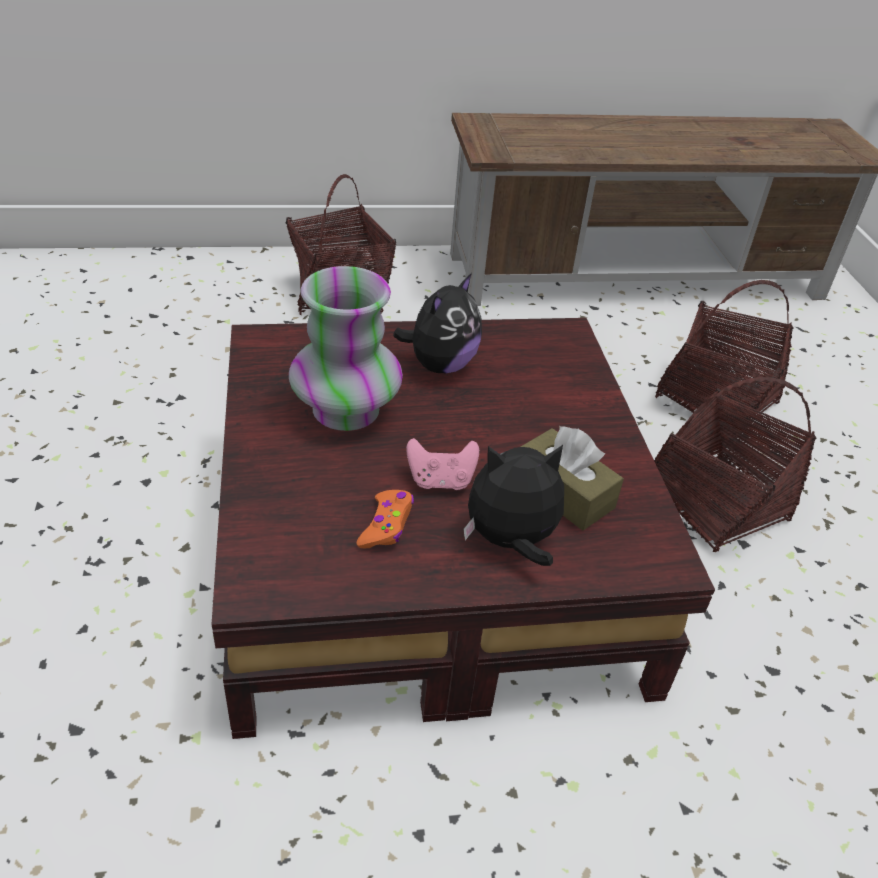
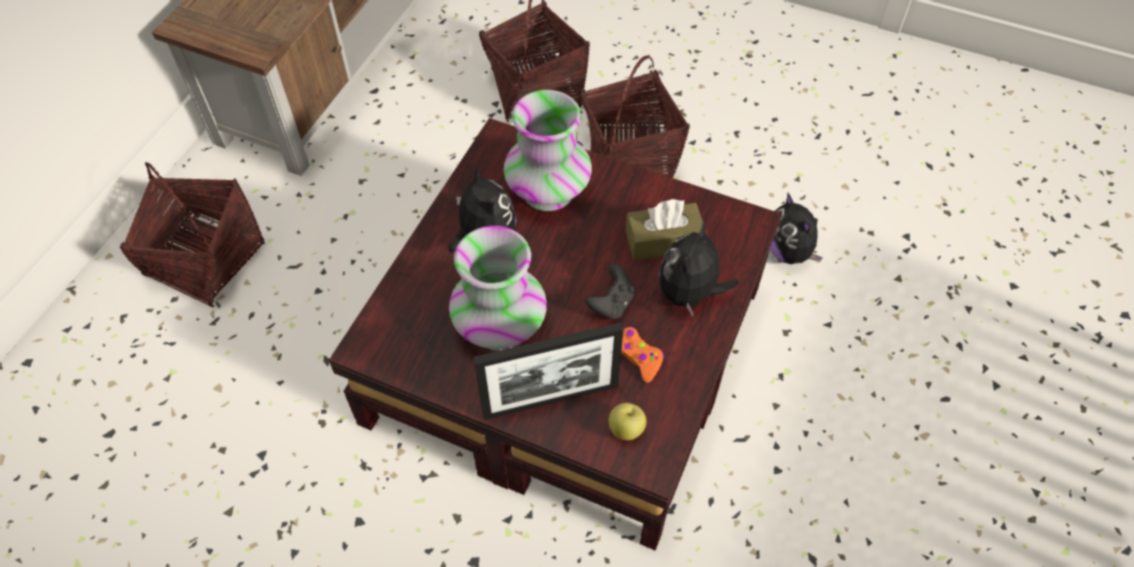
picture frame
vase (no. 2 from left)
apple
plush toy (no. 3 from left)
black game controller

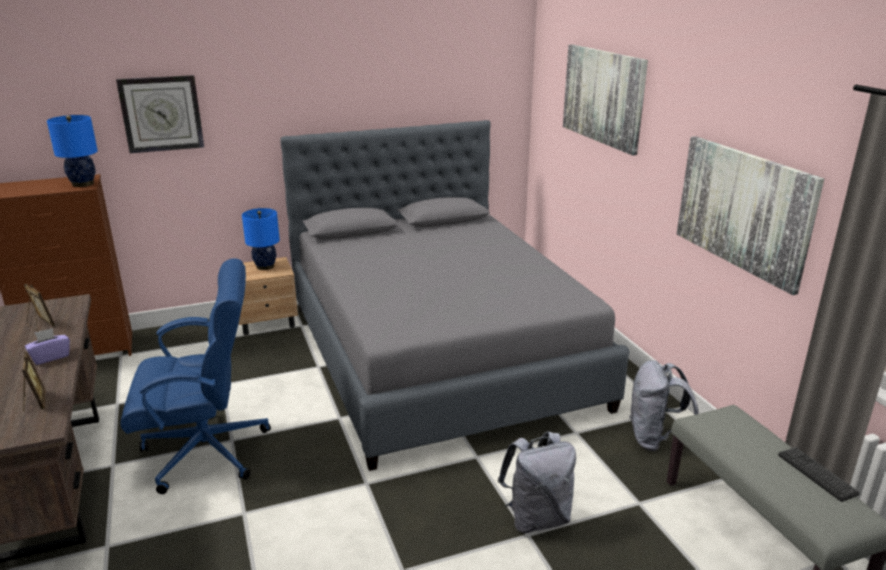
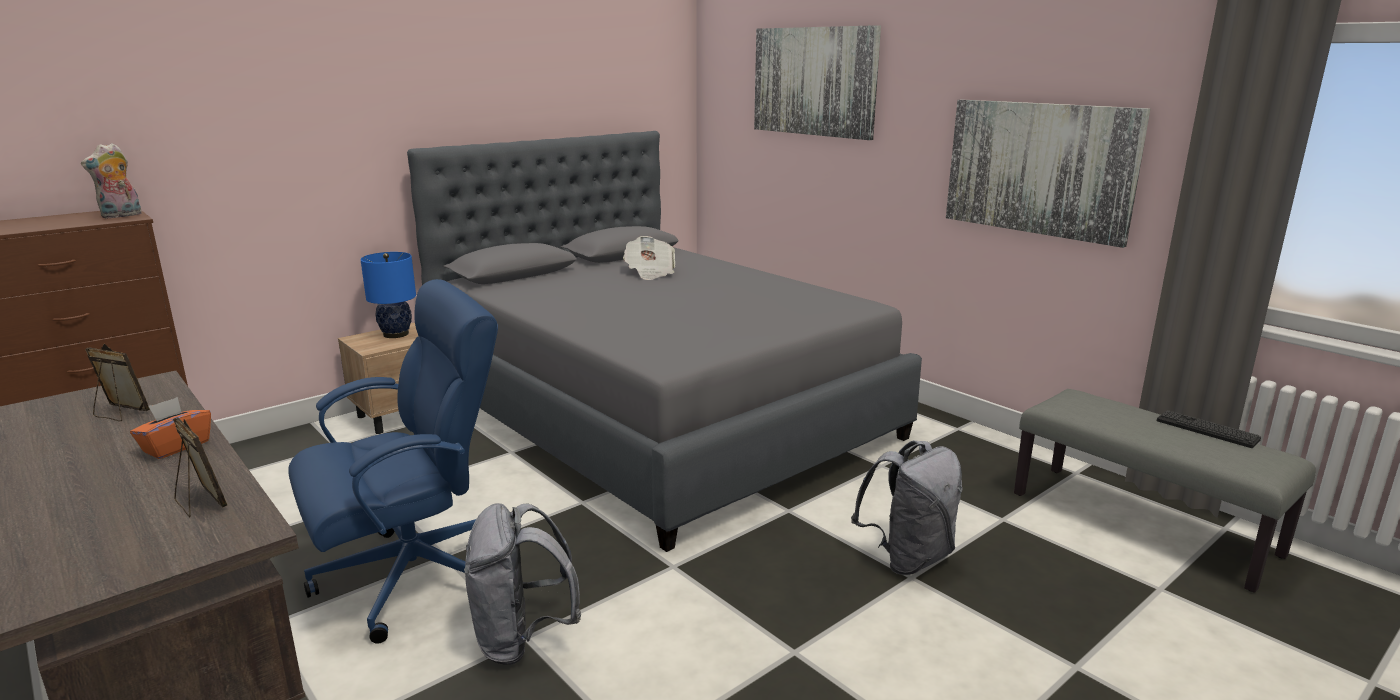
wall clock
newspaper
grey backpack (no. 1 from left)
plush toy
orange tissue box

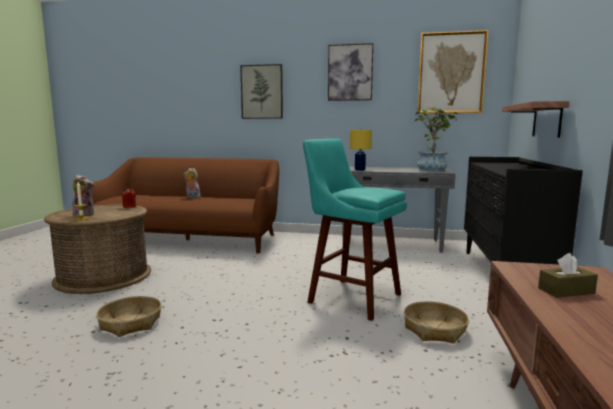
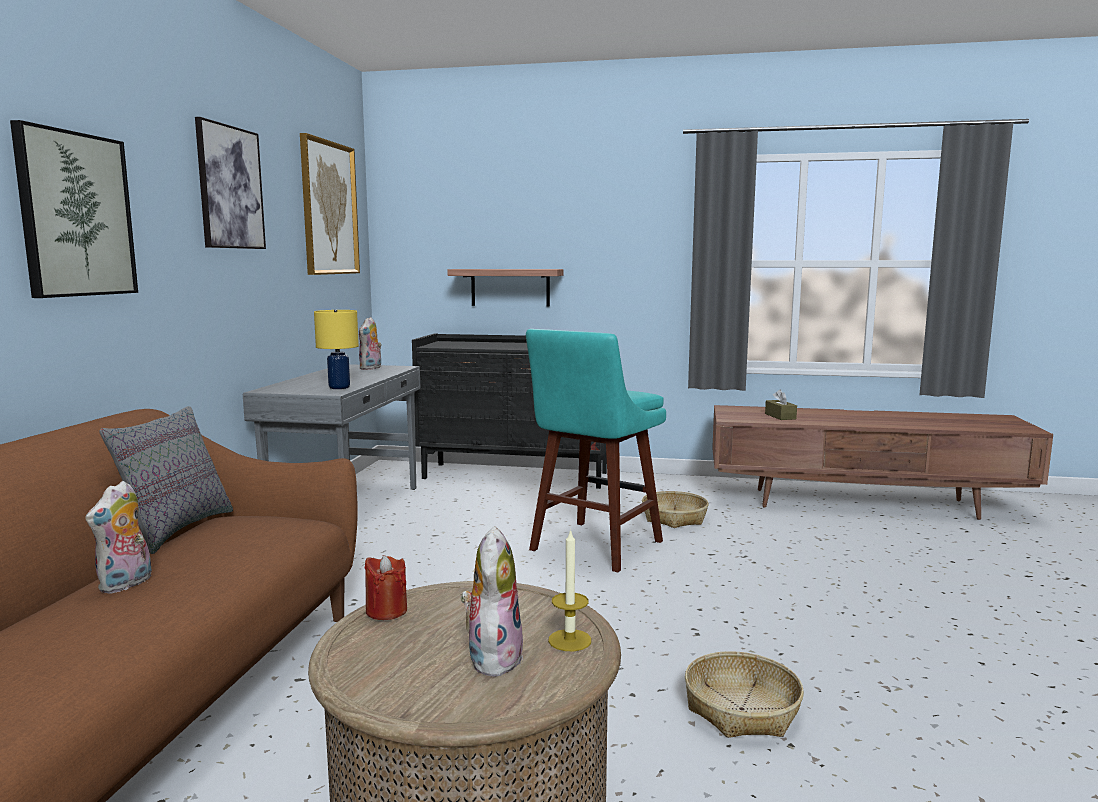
grey pillow
plush toy (no. 2 from left)

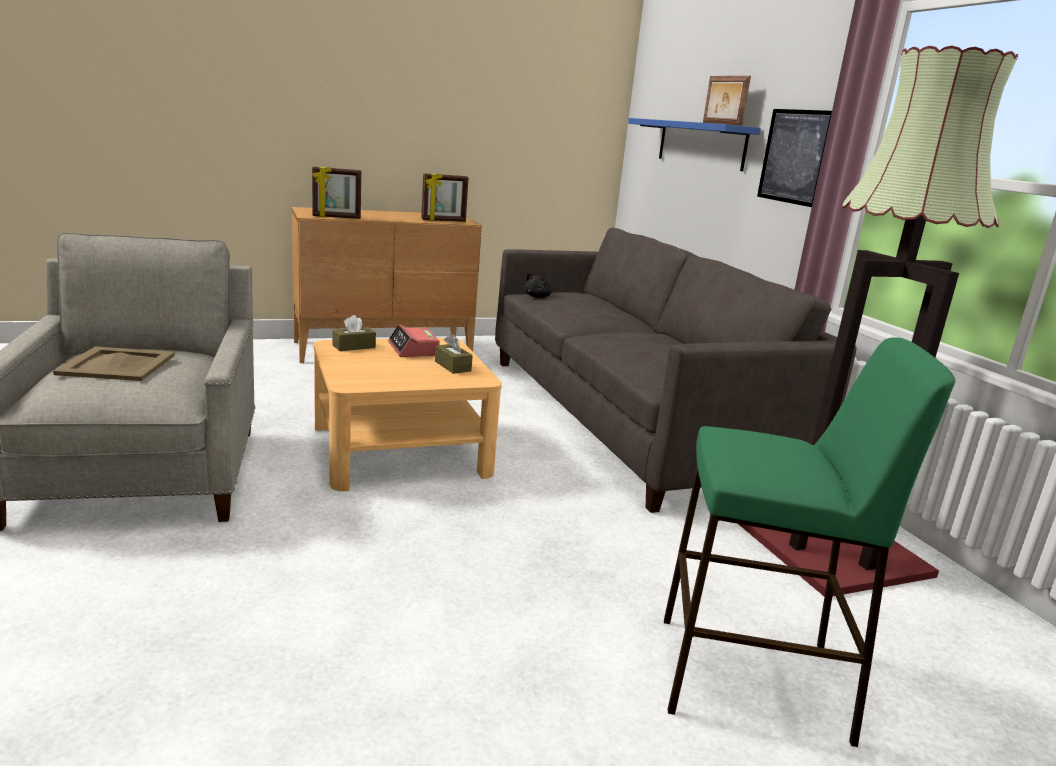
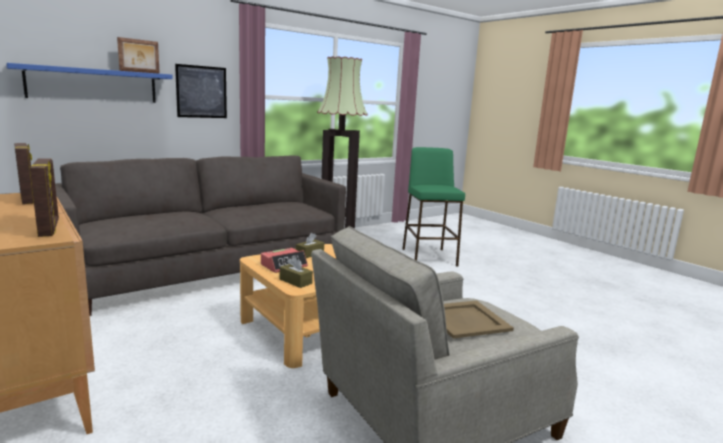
black plush toy

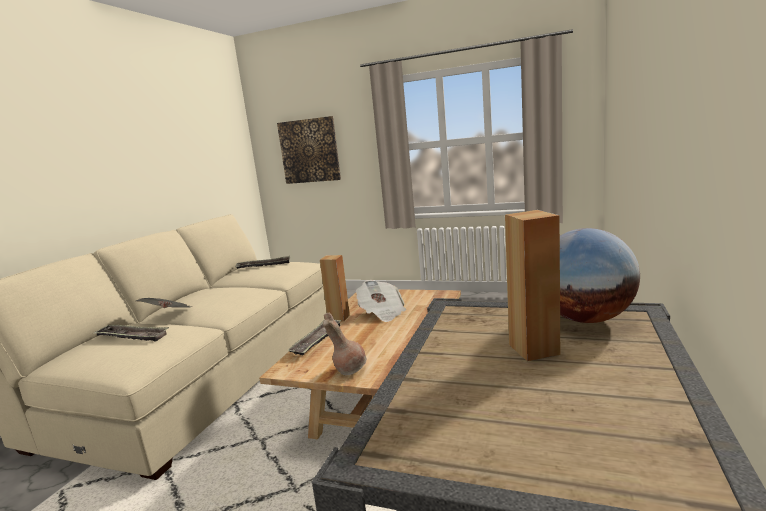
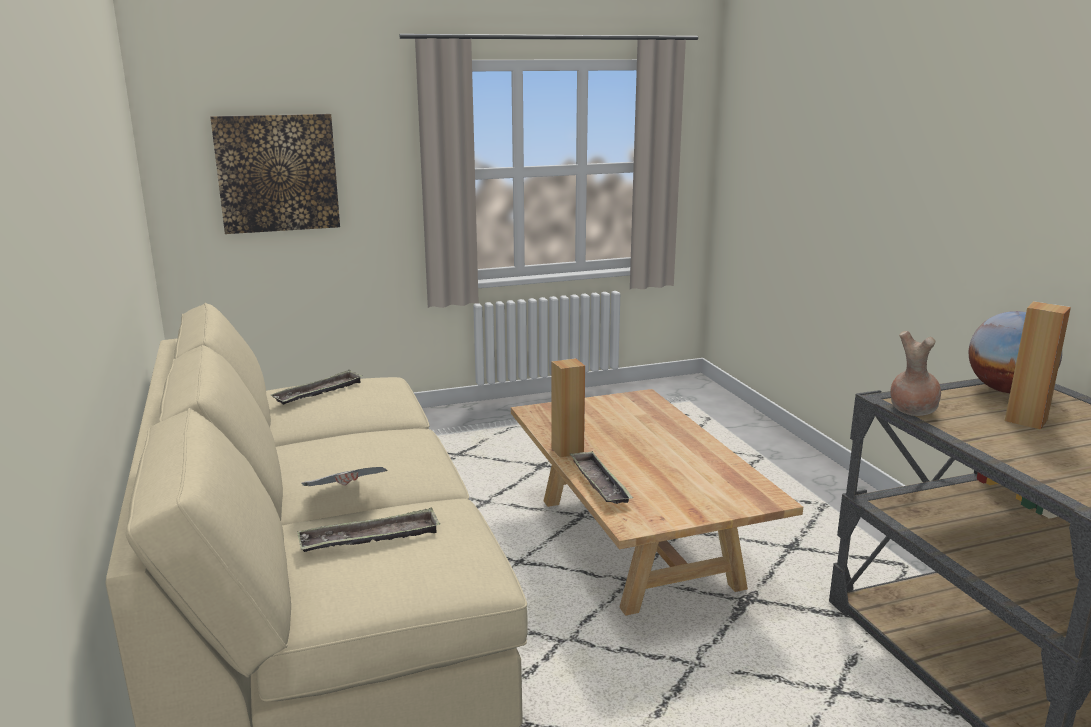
newspaper (no. 2 from left in the first image)
brown vase

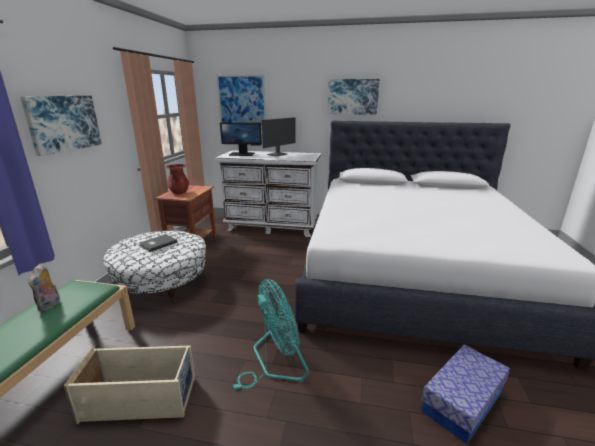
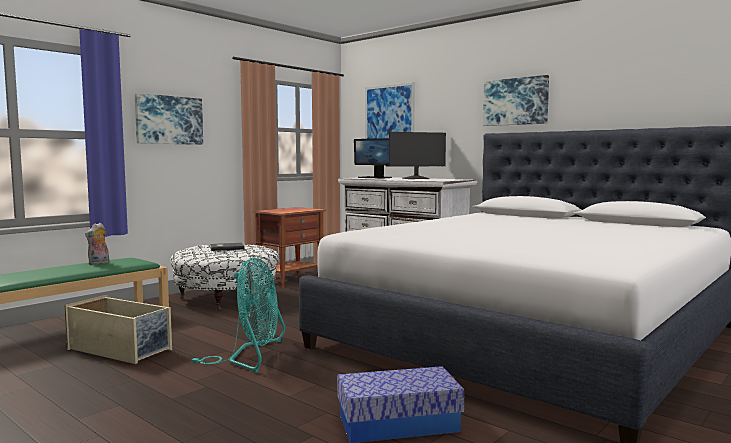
red vase

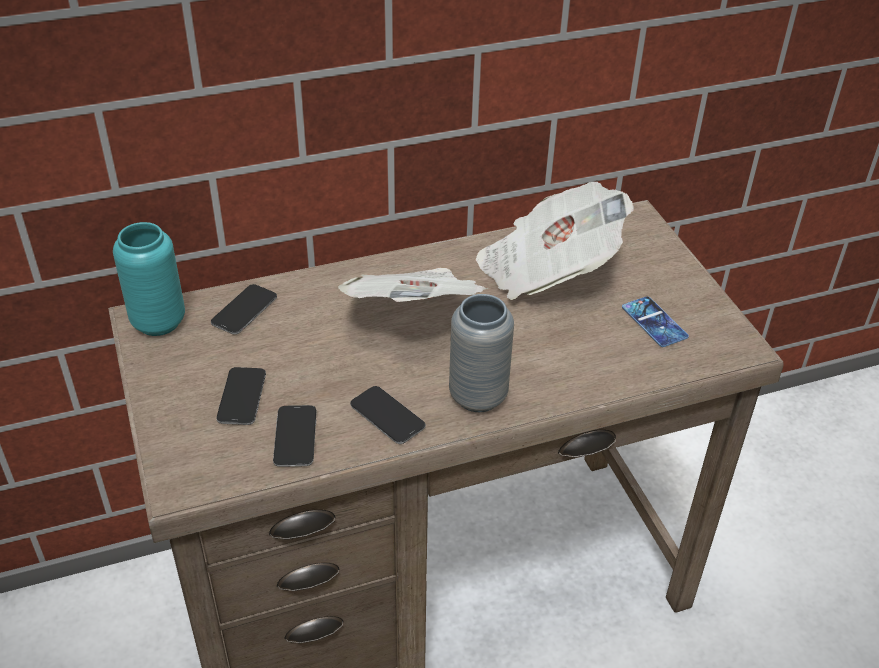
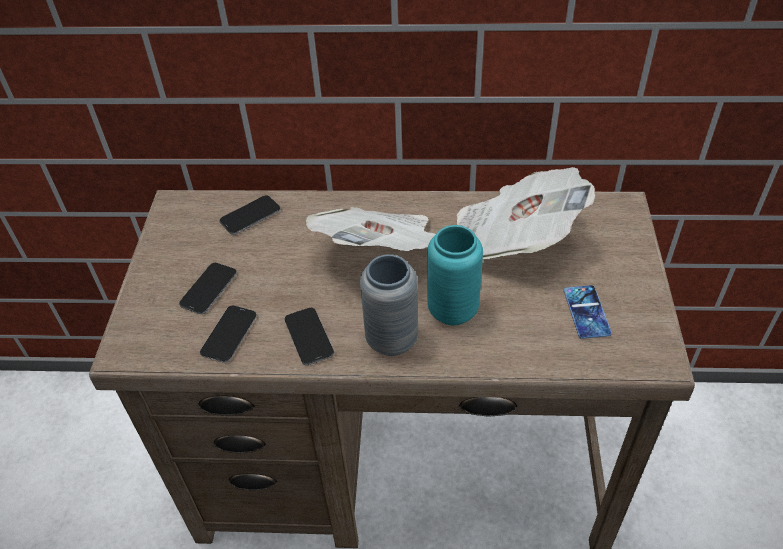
turquoise vase

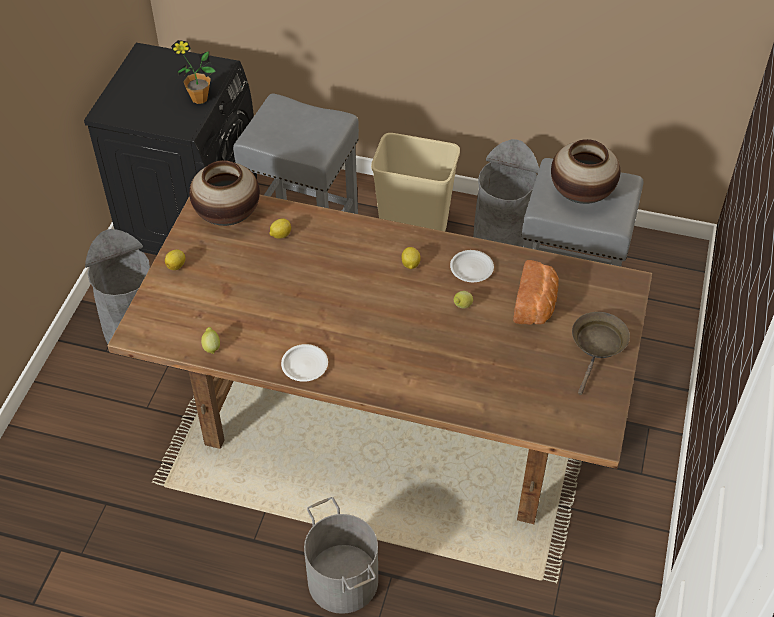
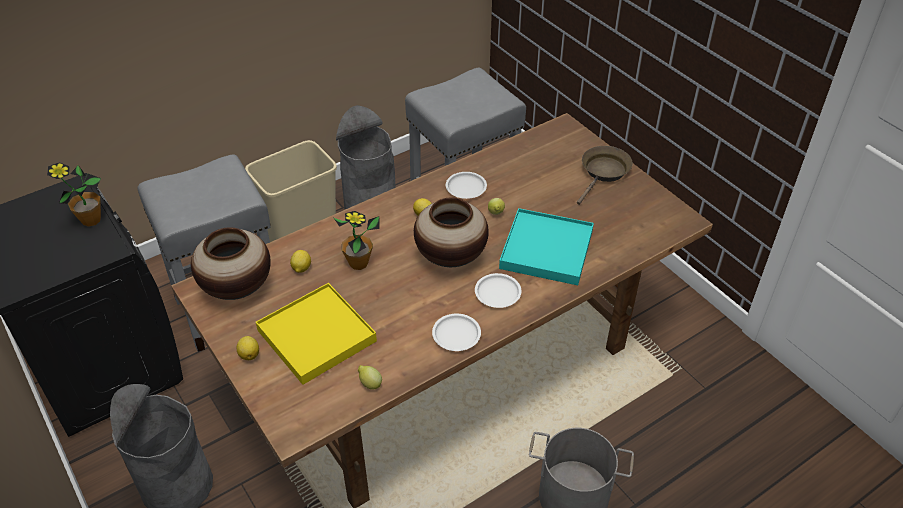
bread
yellow tray
potted plant (no. 2 from left)
white plate (no. 3 from left)
turquoise tray
vase (no. 2 from left)
brown frying pan

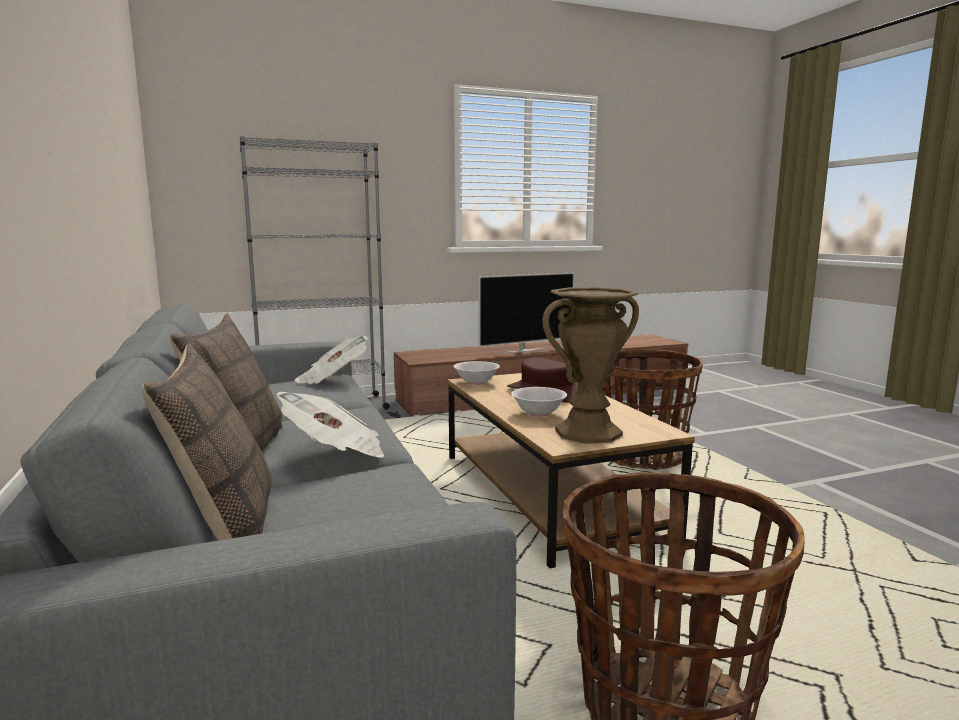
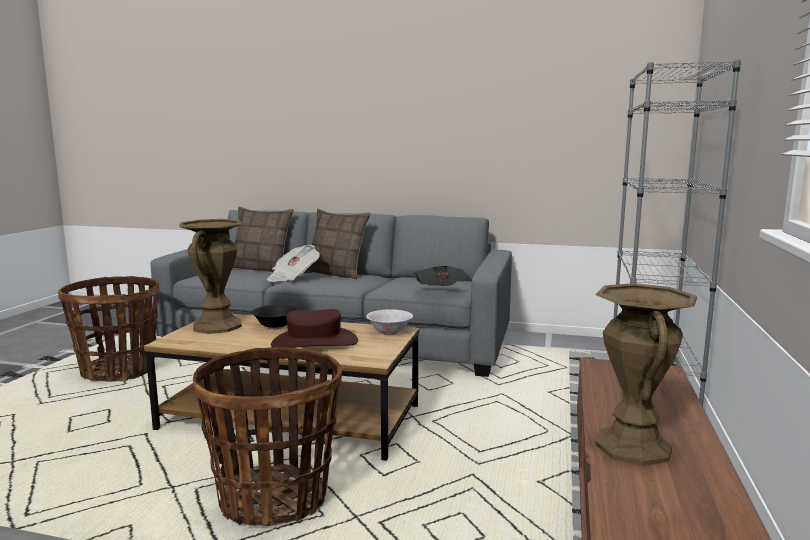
brown vase (no. 2 from left)
black bowl

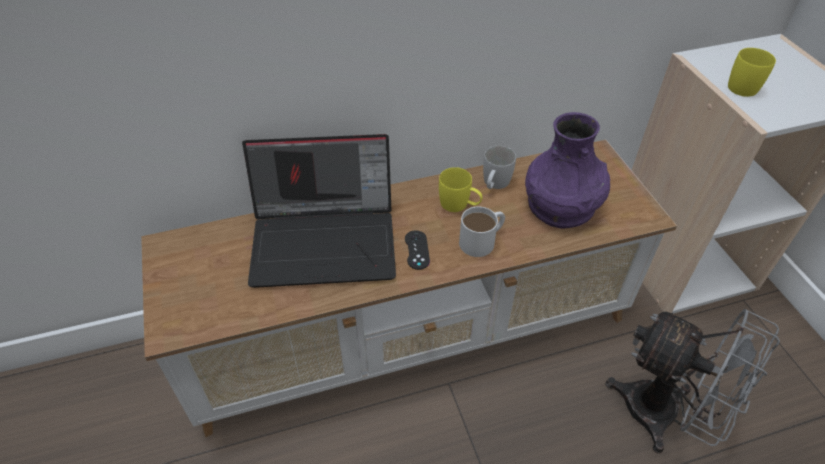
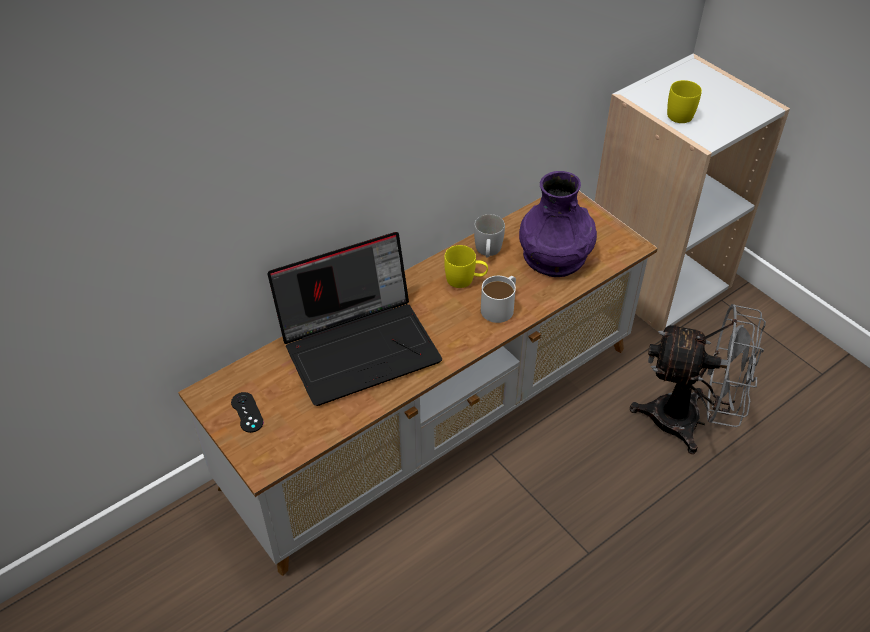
black game controller

